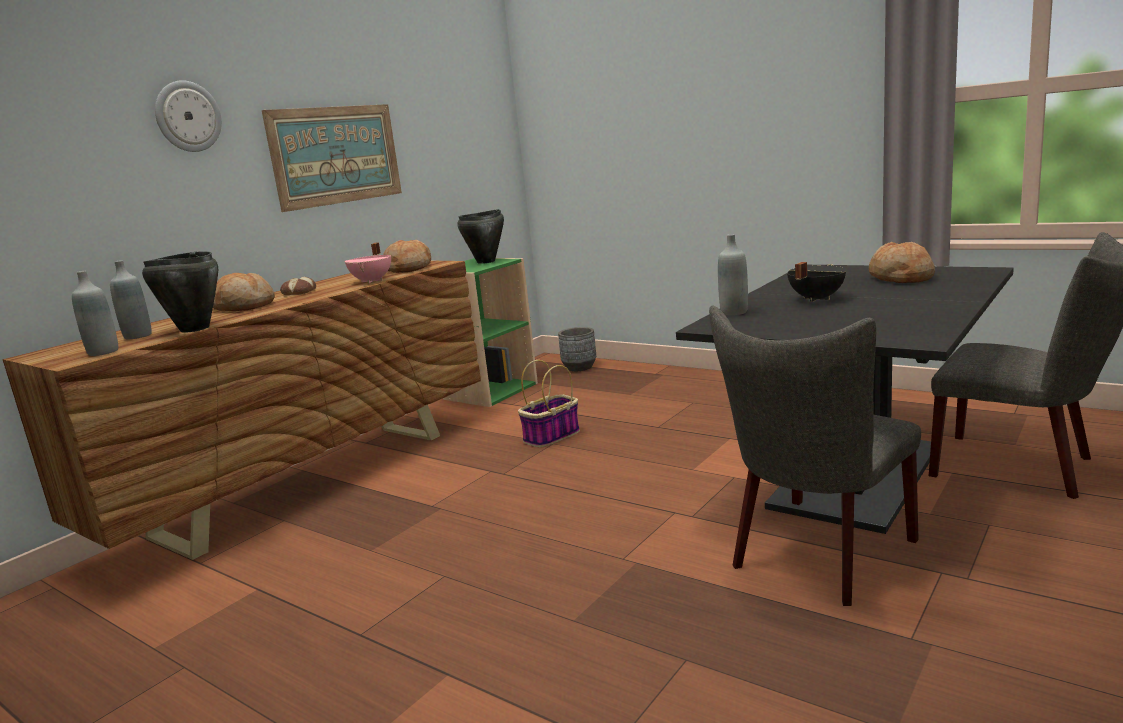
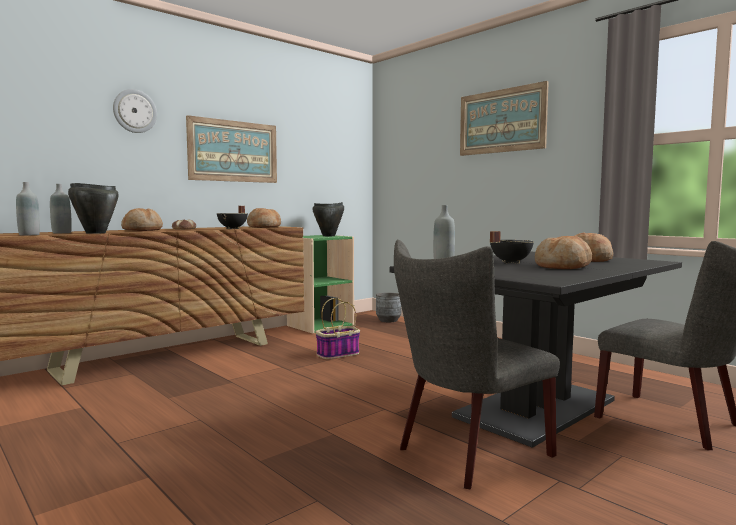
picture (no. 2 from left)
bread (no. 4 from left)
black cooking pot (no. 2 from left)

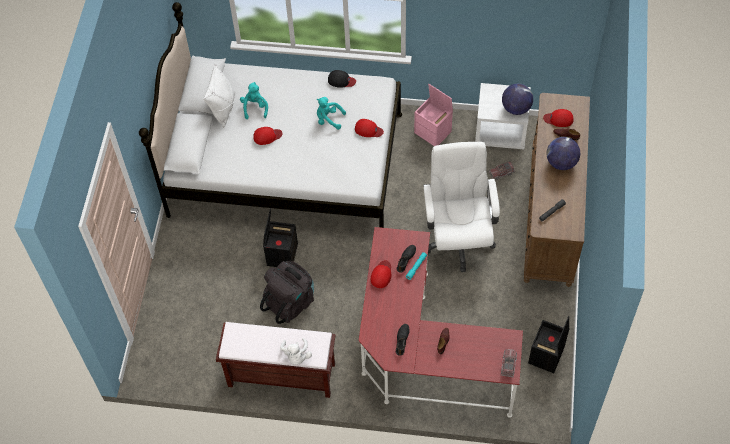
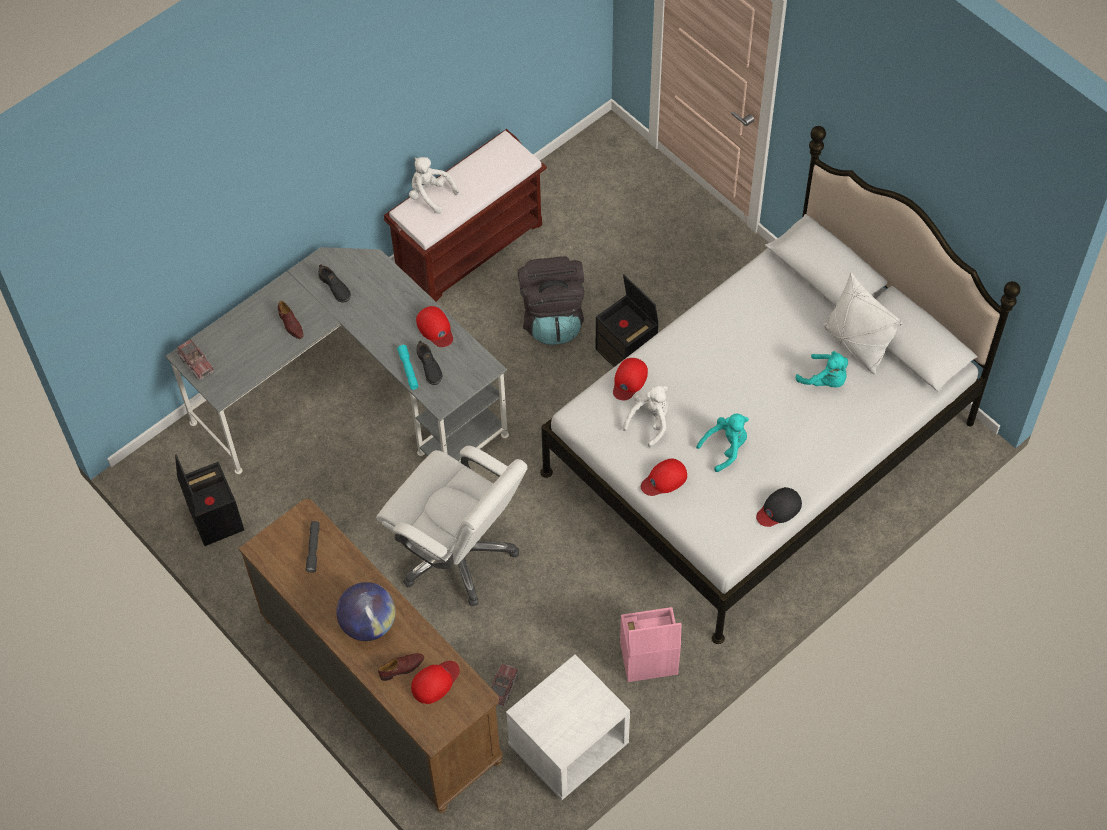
globe (no. 1 from left in the first image)
white plush toy (no. 2 from left)
red cap (no. 3 from left)
grey desk

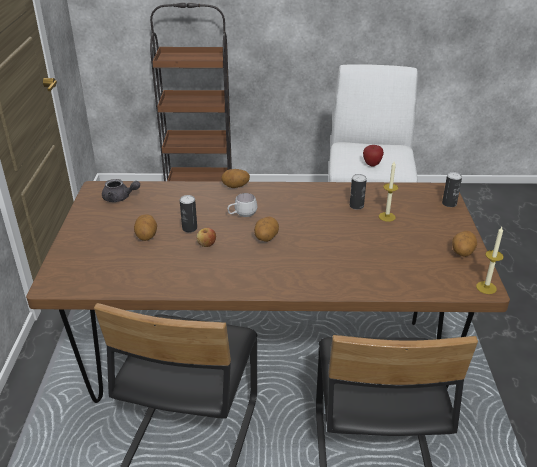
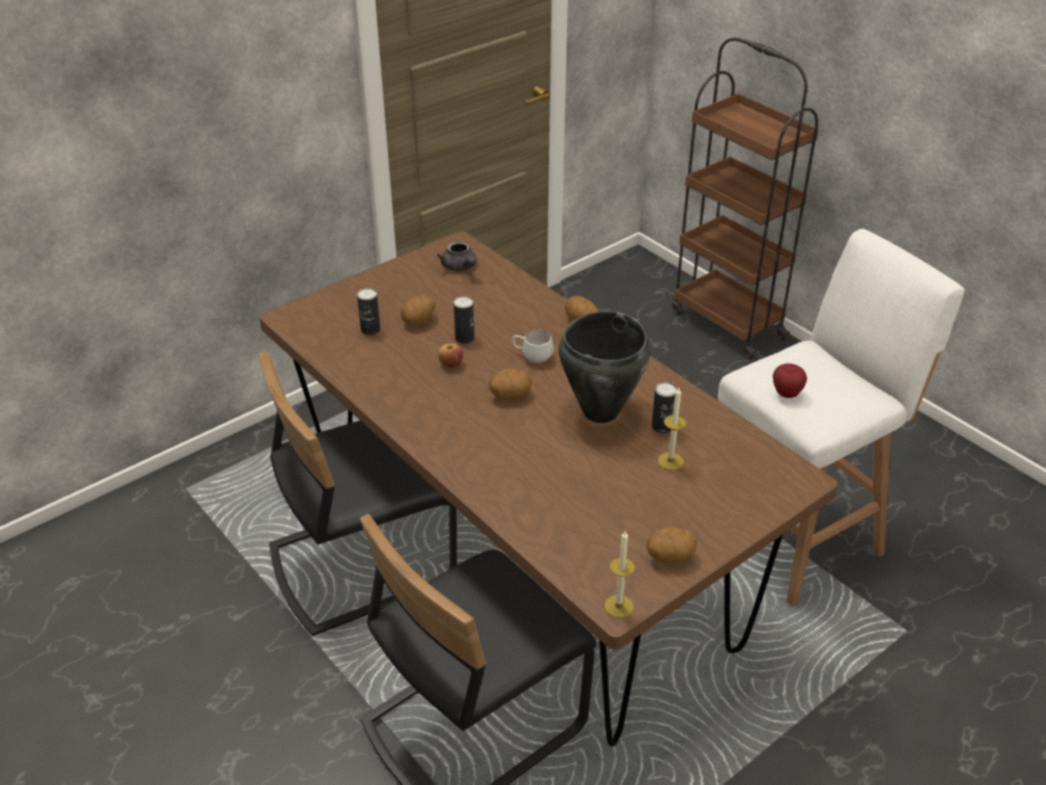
black cooking pot
can (no. 1 from left)

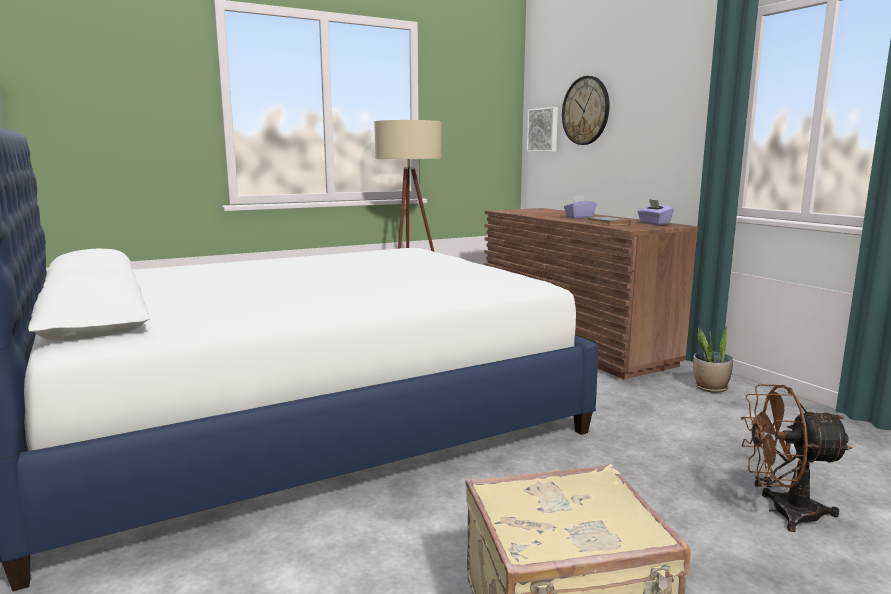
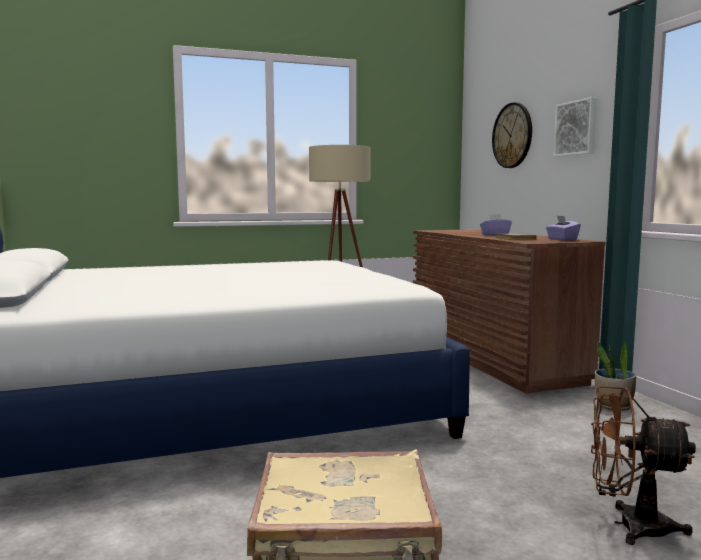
picture

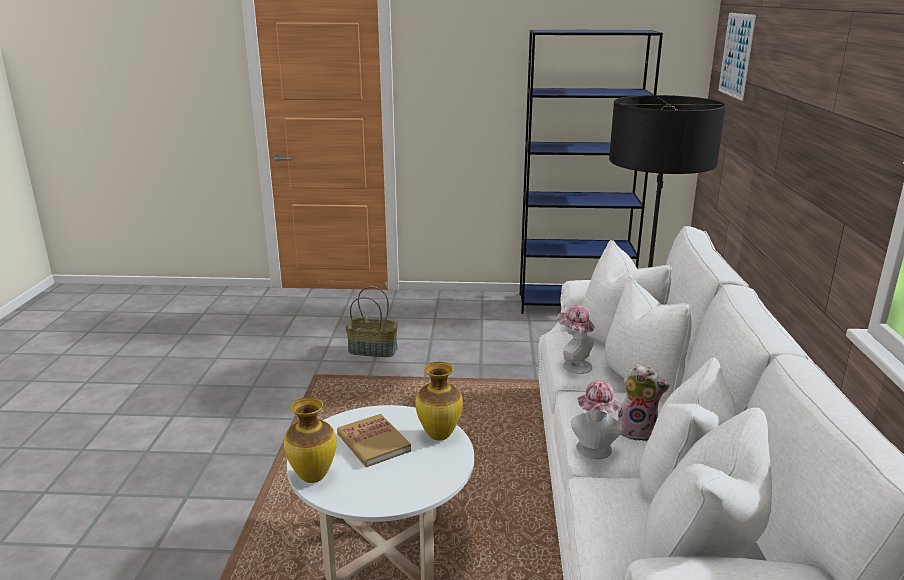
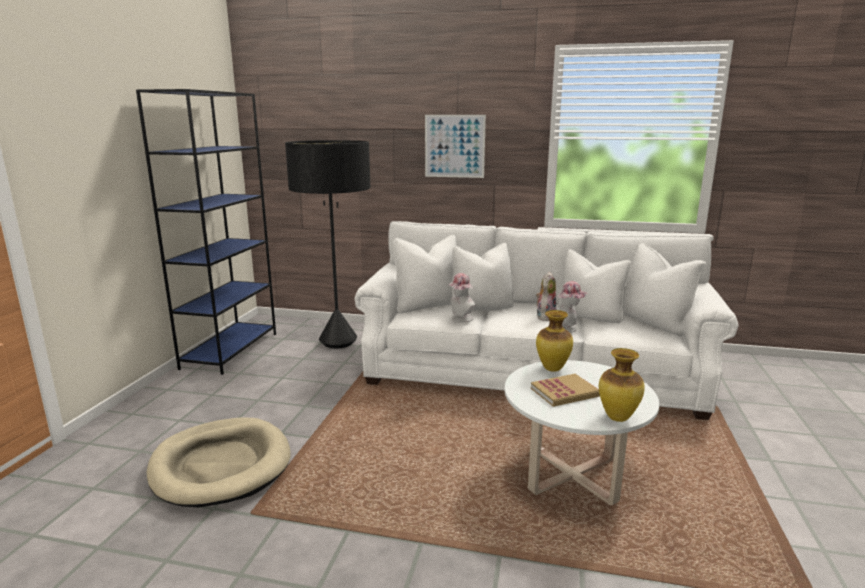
picture
beige dog bed

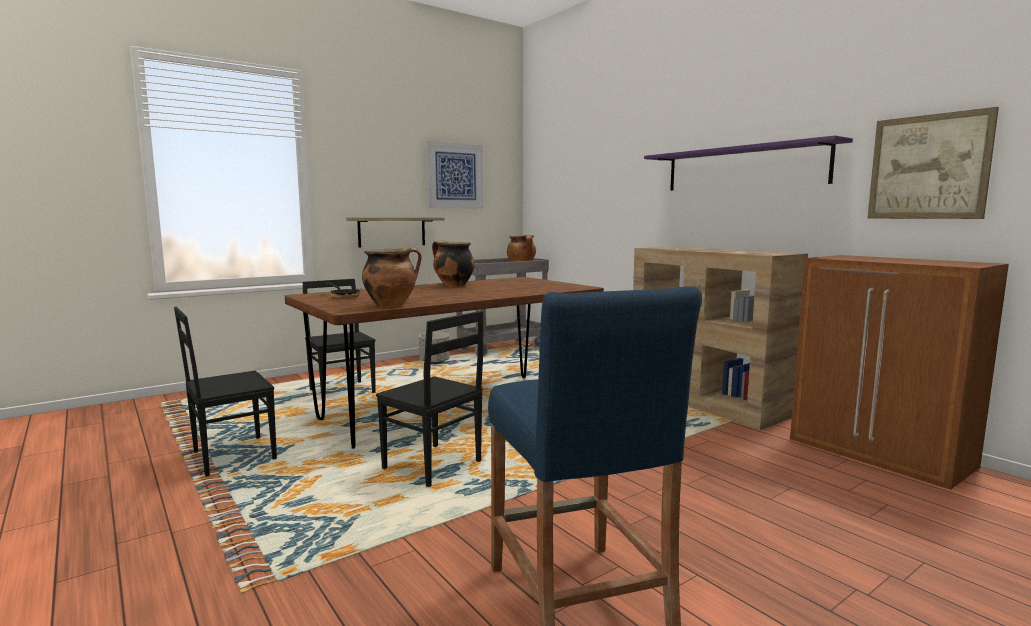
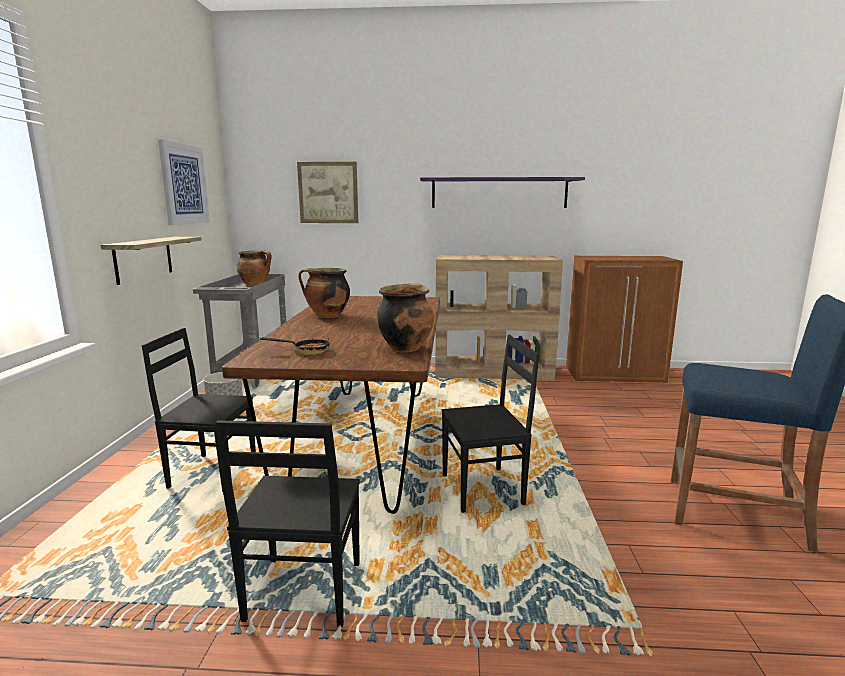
picture (no. 2 from left)

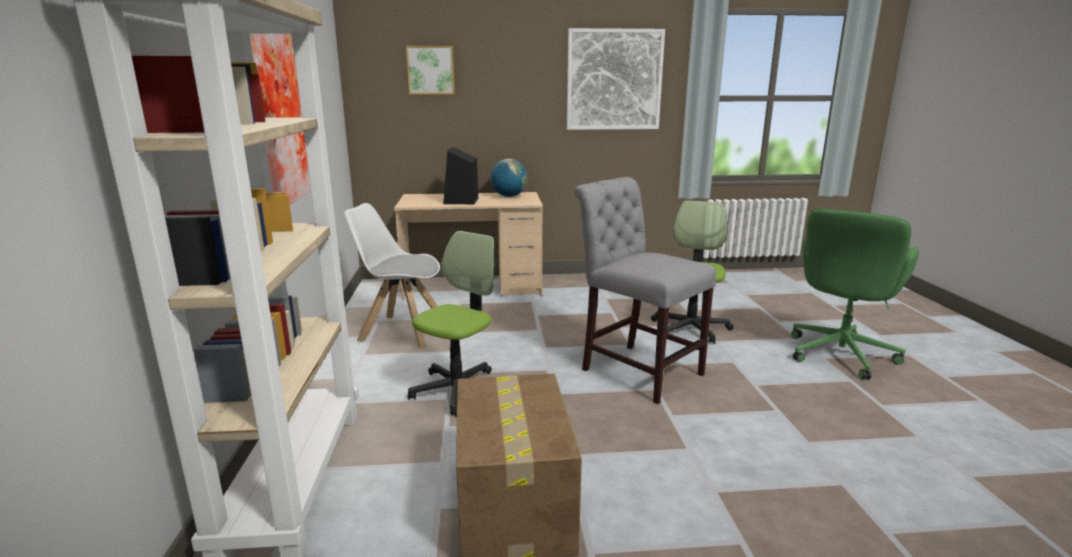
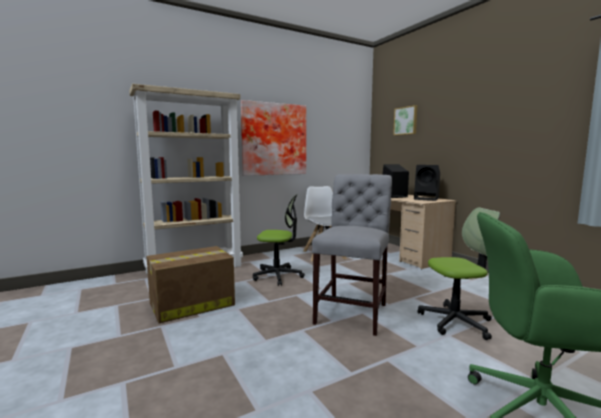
picture (no. 3 from left in the first image)
black speaker (no. 2 from left)

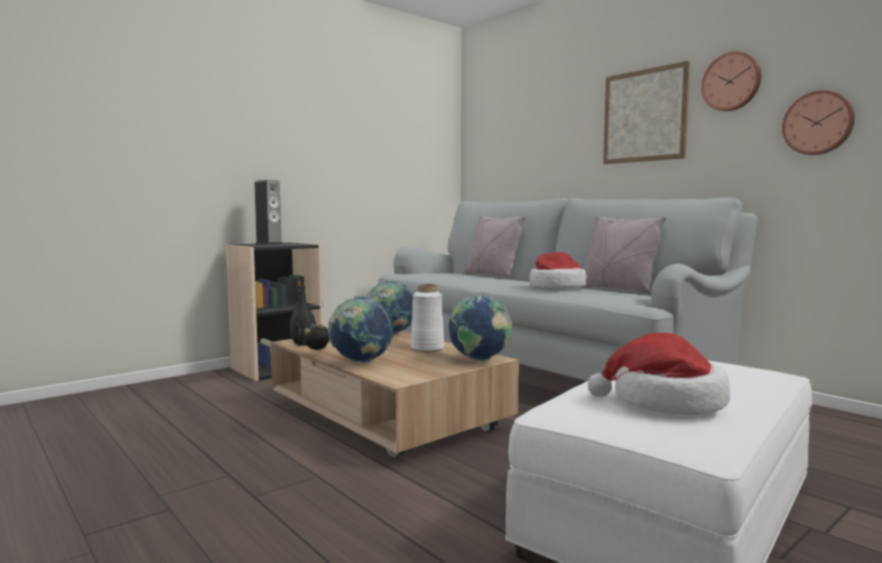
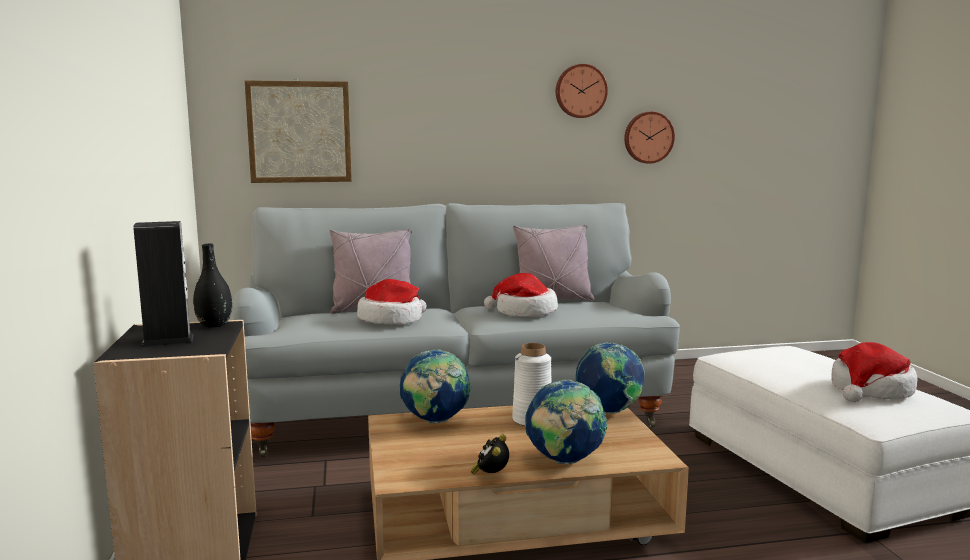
hat (no. 1 from left)
black vase
picture

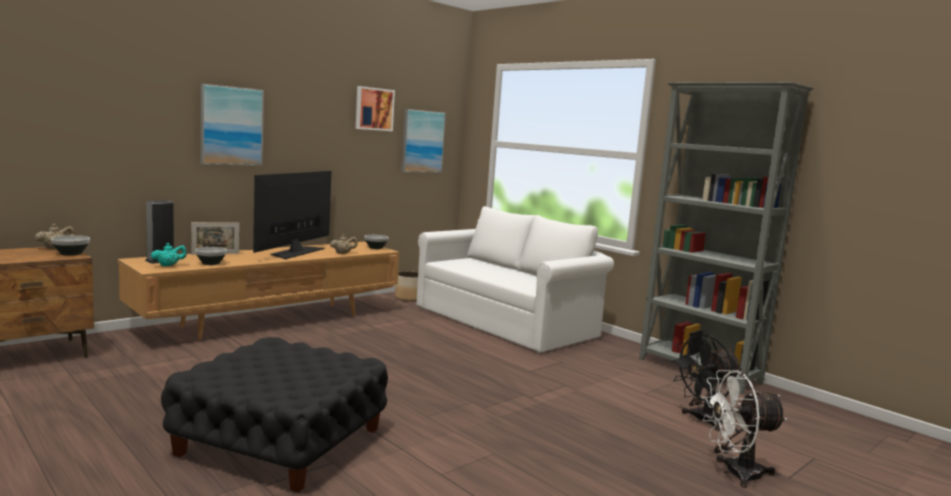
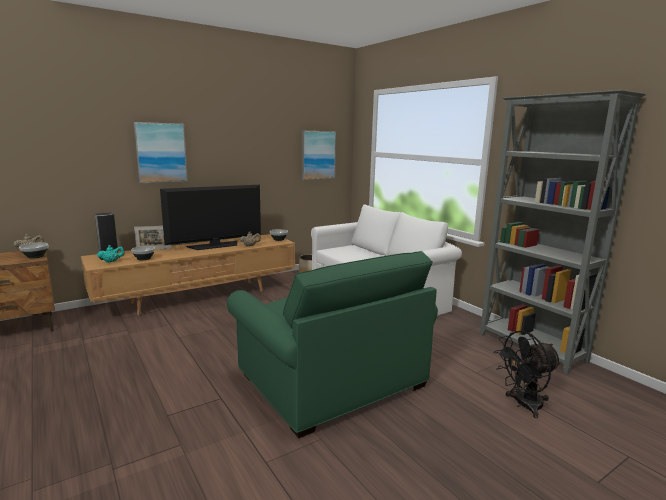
black ottoman
picture (no. 2 from left in the first image)
white fan
green armchair
television

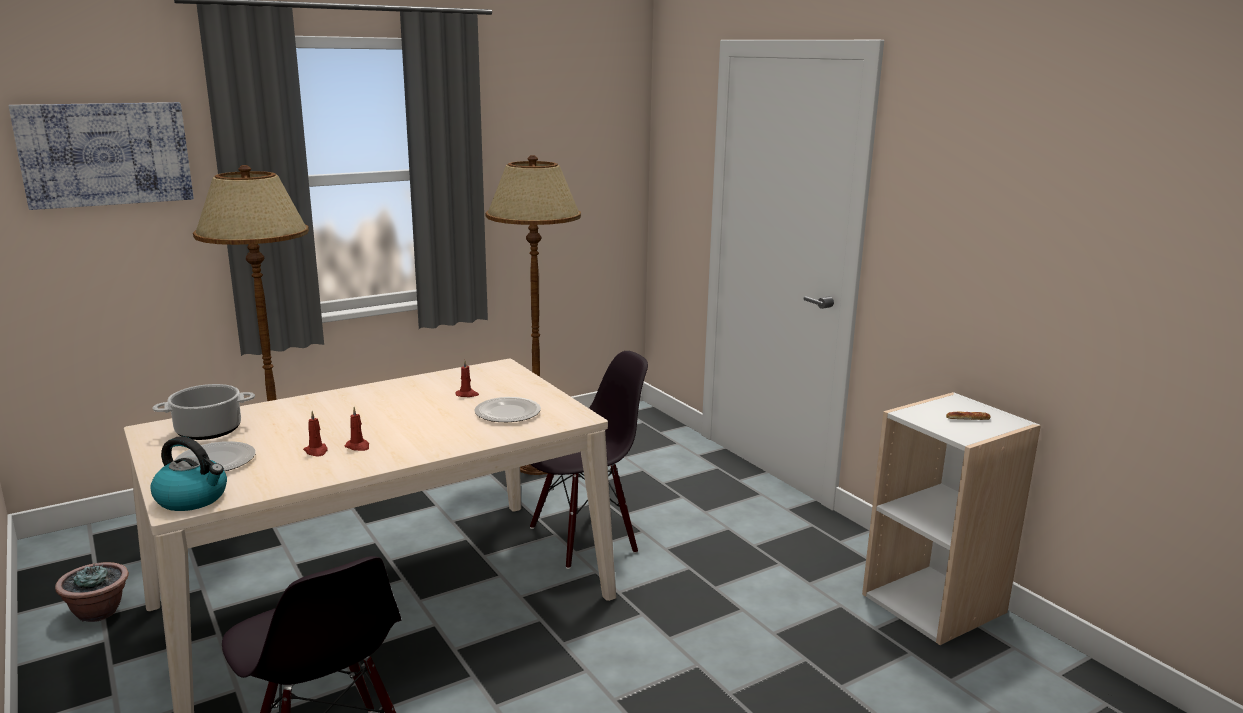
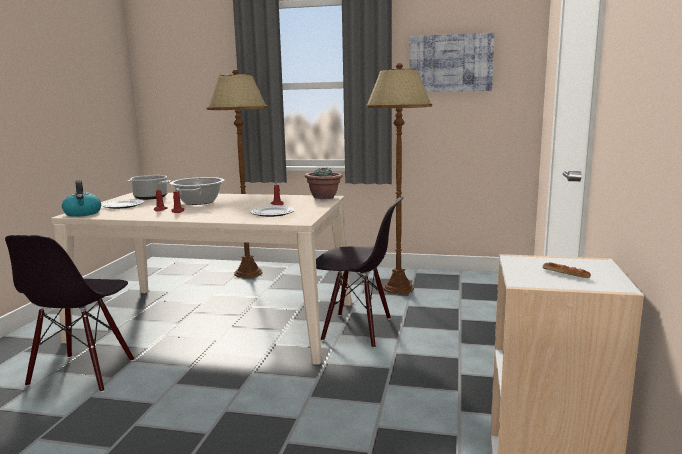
cooking pot (no. 2 from left)
picture
potted plant

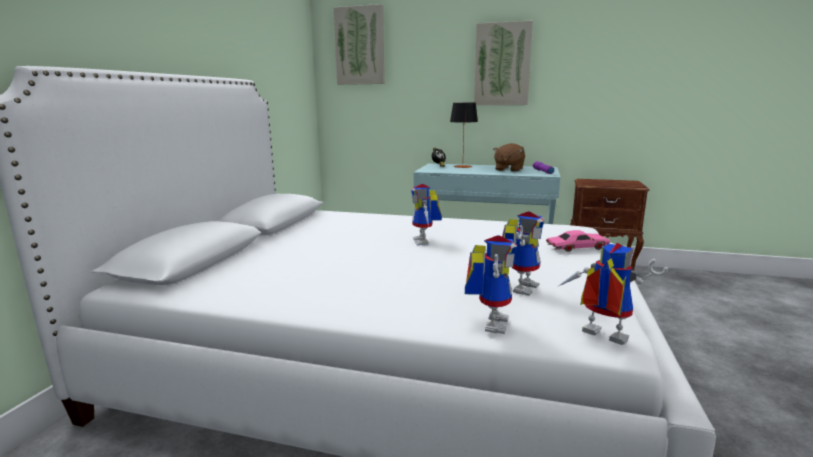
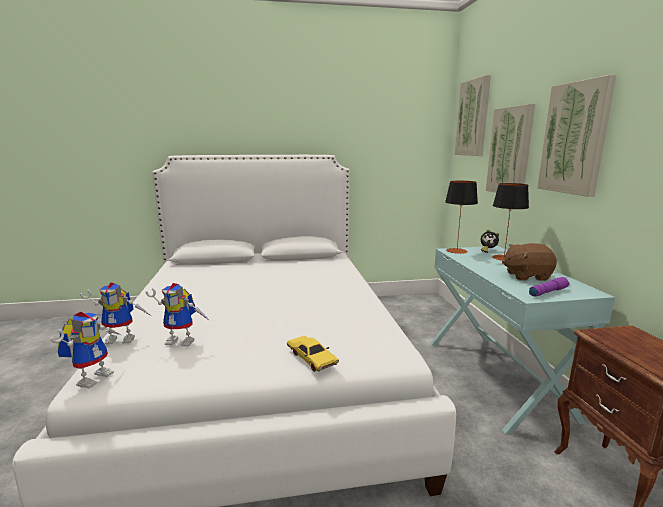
toy robot (no. 1 from left in the first image)
table lamp (no. 1 from left)
picture (no. 2 from left)
yellow toy car

